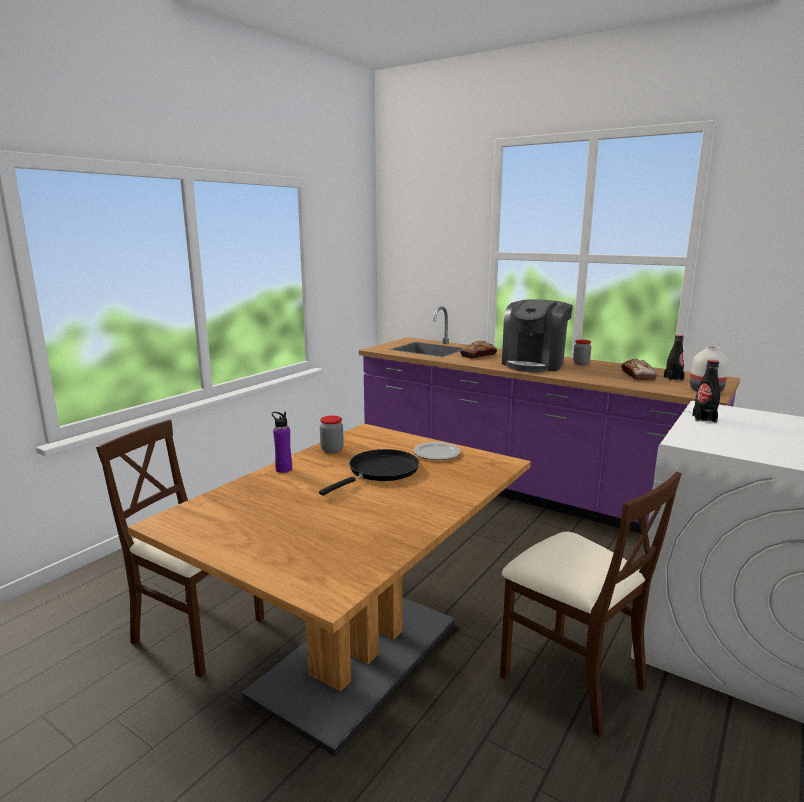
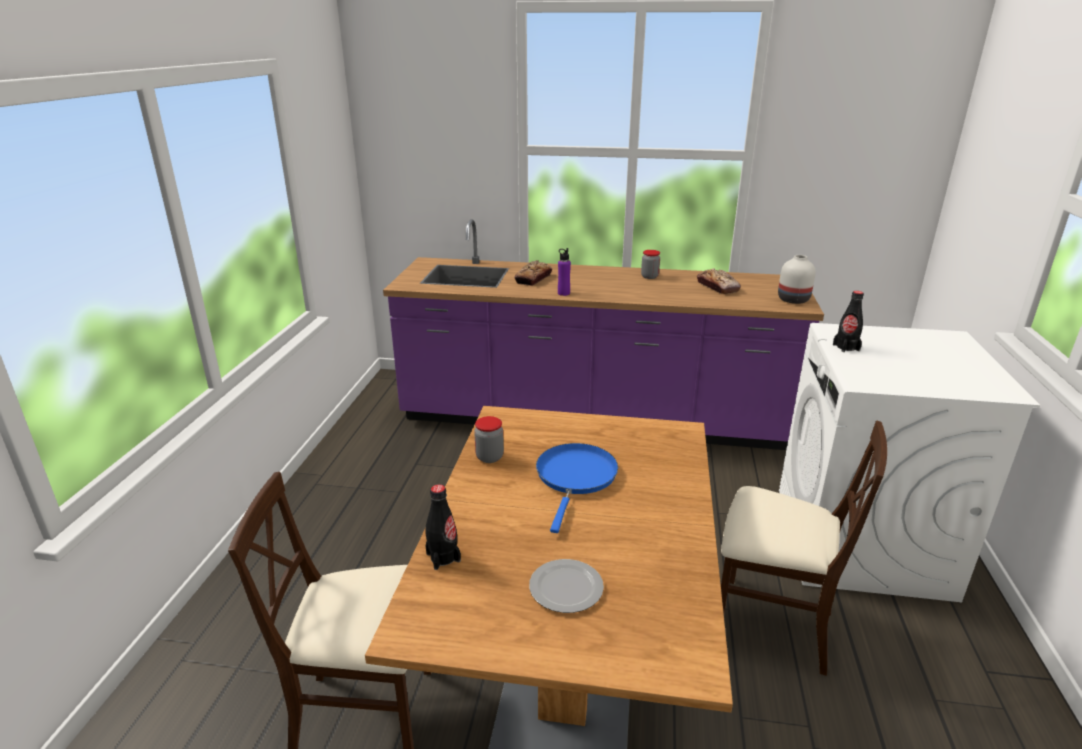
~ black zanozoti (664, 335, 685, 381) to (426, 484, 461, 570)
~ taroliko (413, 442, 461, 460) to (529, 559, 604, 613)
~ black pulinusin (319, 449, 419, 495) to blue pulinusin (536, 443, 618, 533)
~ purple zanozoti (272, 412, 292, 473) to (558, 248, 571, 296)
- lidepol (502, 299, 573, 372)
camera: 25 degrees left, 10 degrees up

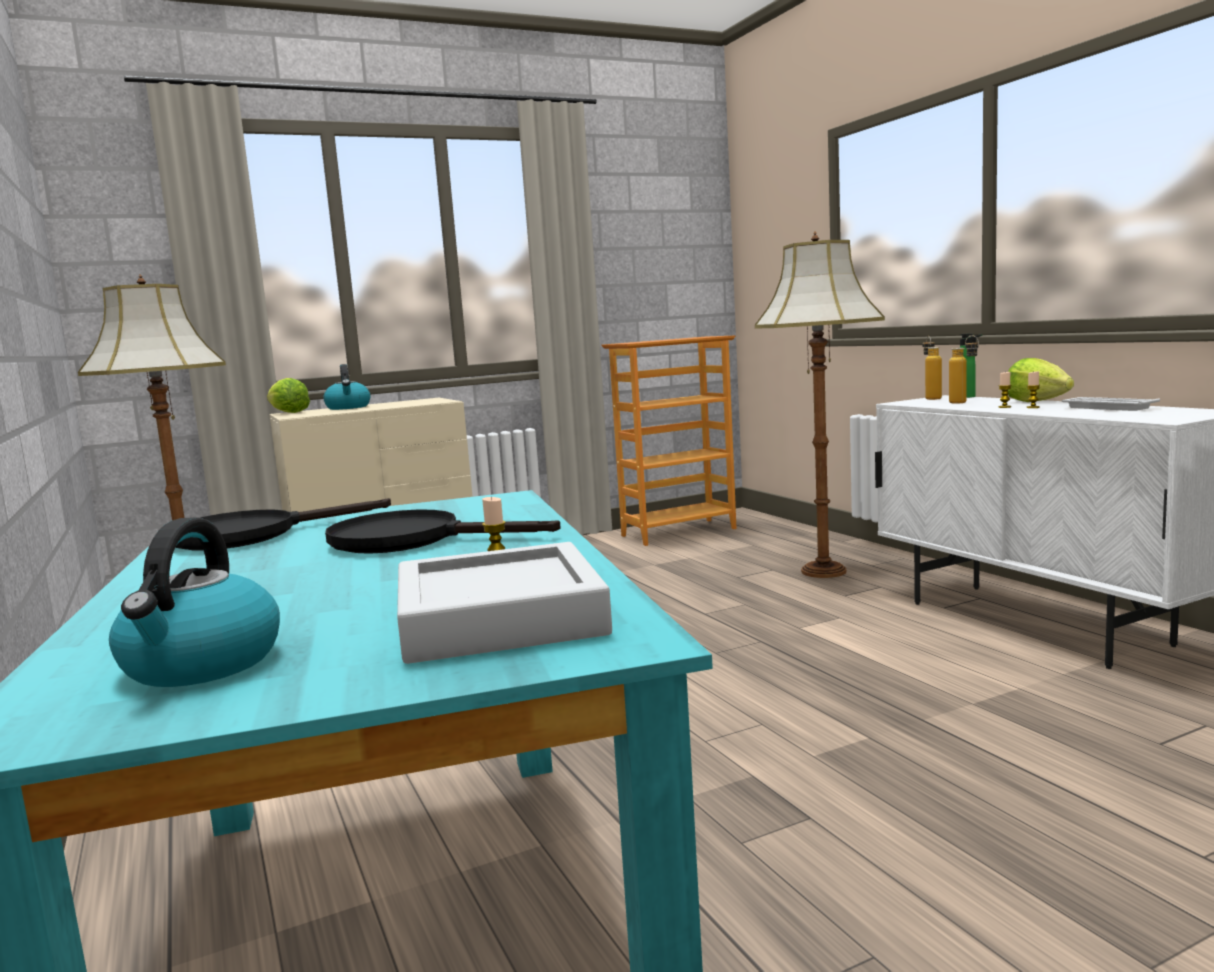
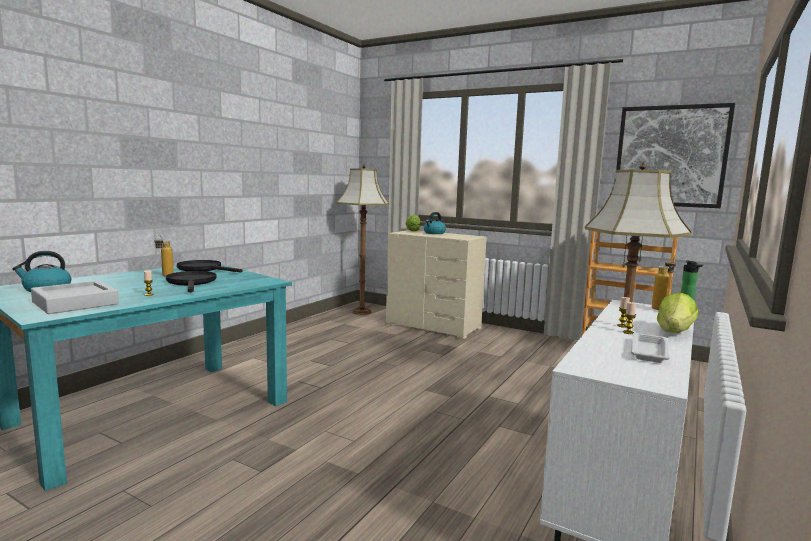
~ zanozoti (949, 336, 979, 404) to (154, 235, 174, 277)
+ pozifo (616, 103, 735, 208)
camera: 55 degrees right, 0 degrees up

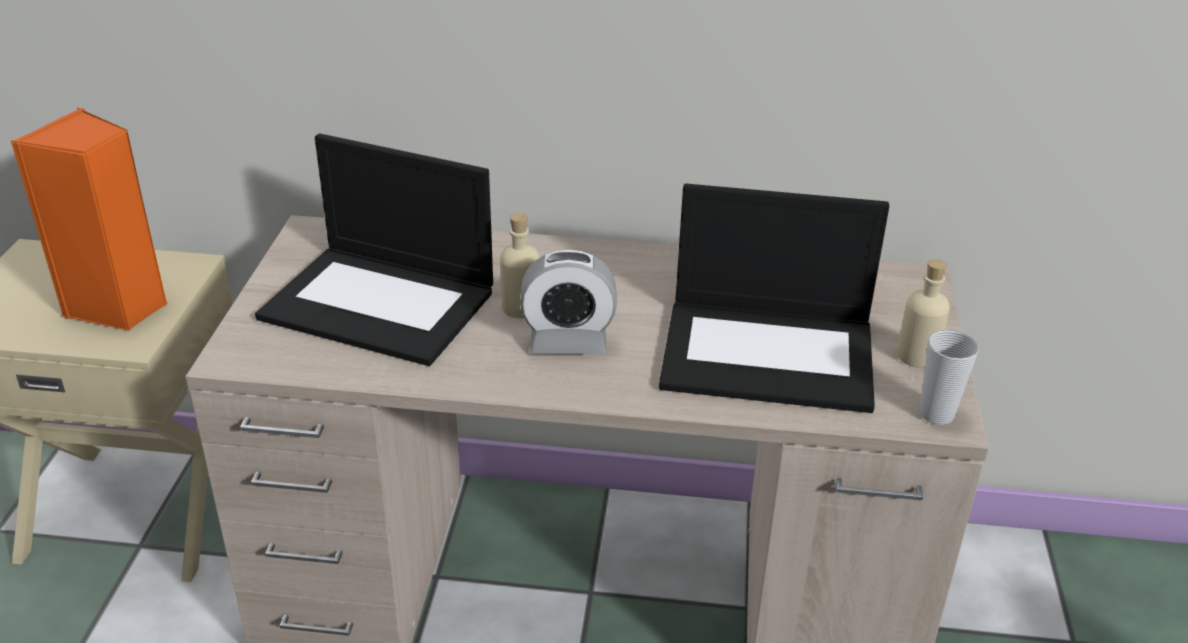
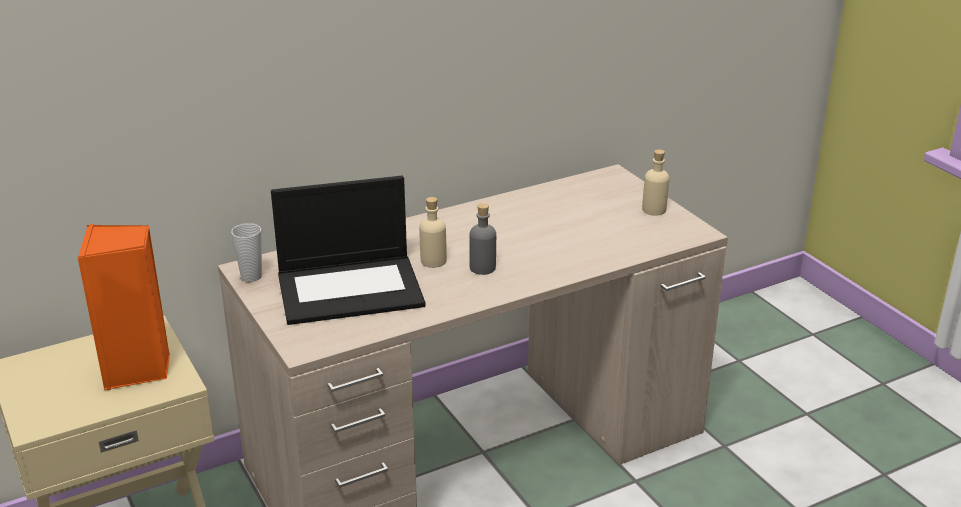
~ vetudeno (920, 330, 979, 425) to (231, 223, 262, 282)
~ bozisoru (520, 250, 617, 355) to grey zanozoti (469, 203, 496, 275)
- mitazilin (659, 184, 889, 413)
camera: 35 degrees left, 5 degrees down

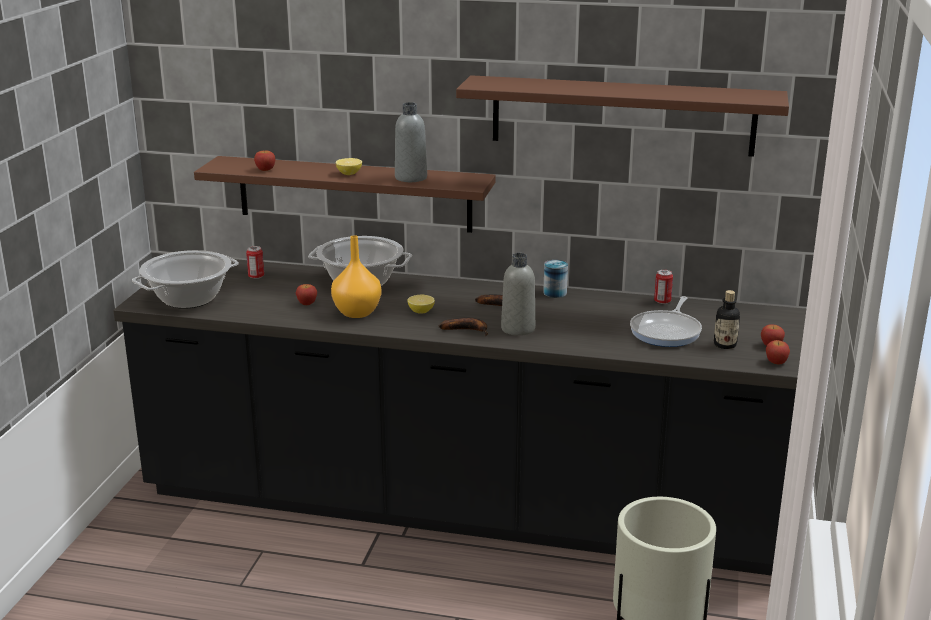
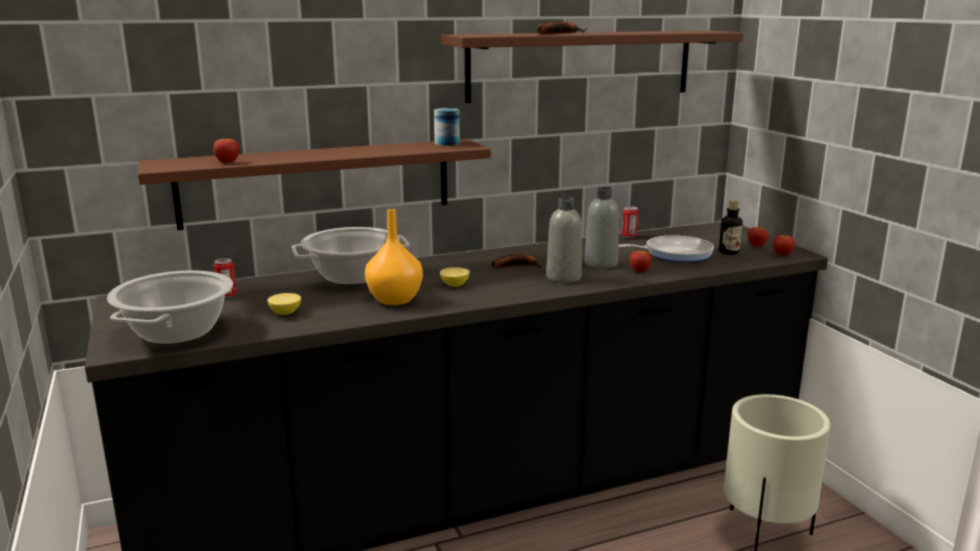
~ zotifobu (336, 158, 362, 175) to (267, 293, 301, 315)
~ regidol (543, 260, 568, 298) to (434, 108, 460, 146)
~ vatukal (439, 318, 488, 336) to (537, 21, 586, 34)
~ grey zanozoti (395, 102, 427, 182) to (585, 187, 619, 268)
~ pulinusin (630, 296, 702, 347) = (619, 235, 714, 262) 90 degrees counterclockwise
~ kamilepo (296, 284, 317, 305) to (629, 250, 652, 272)
camera: 35 degrees left, 5 degrees down

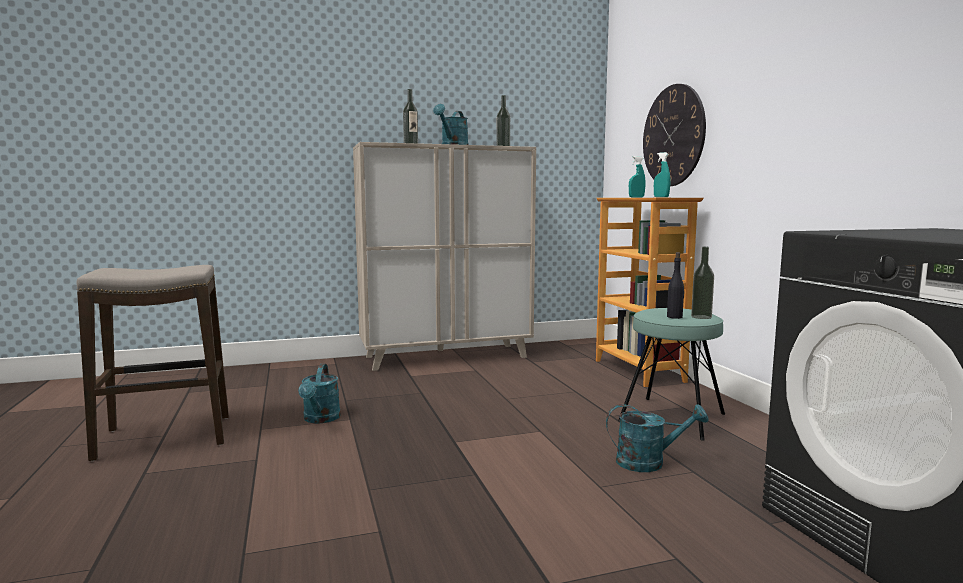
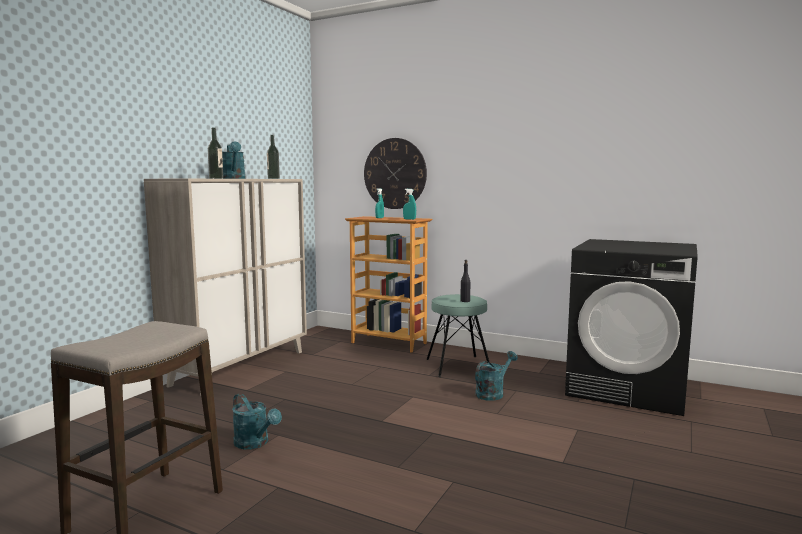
- zanozoti (691, 247, 714, 319)
camera: 45 degrees left, 0 degrees up

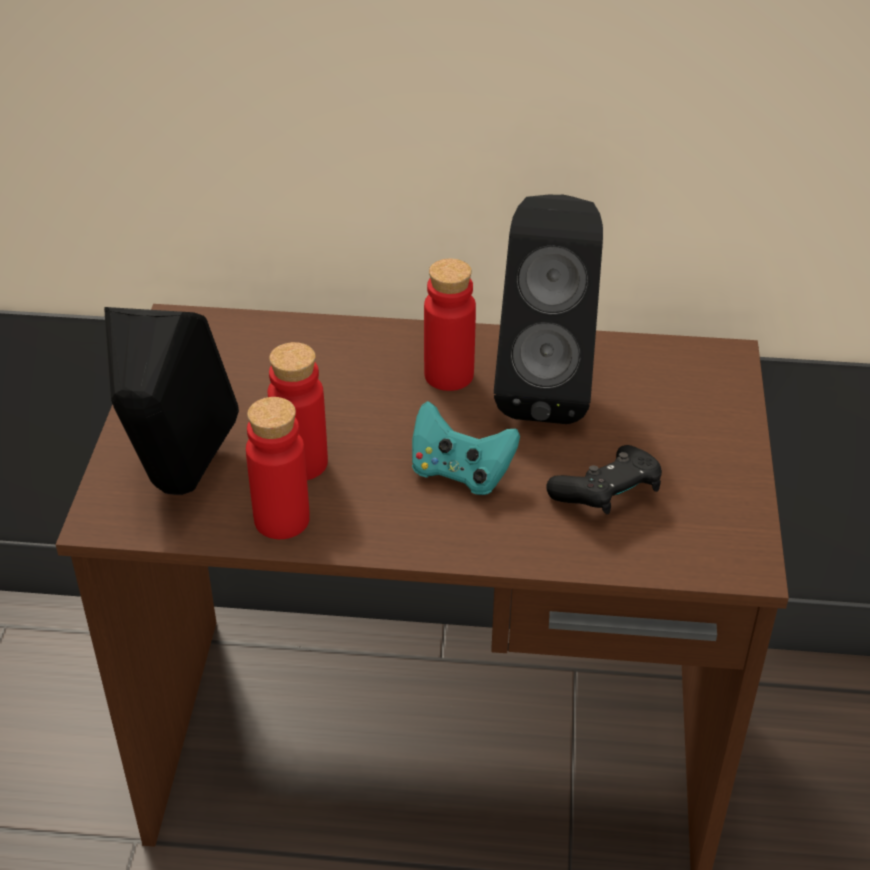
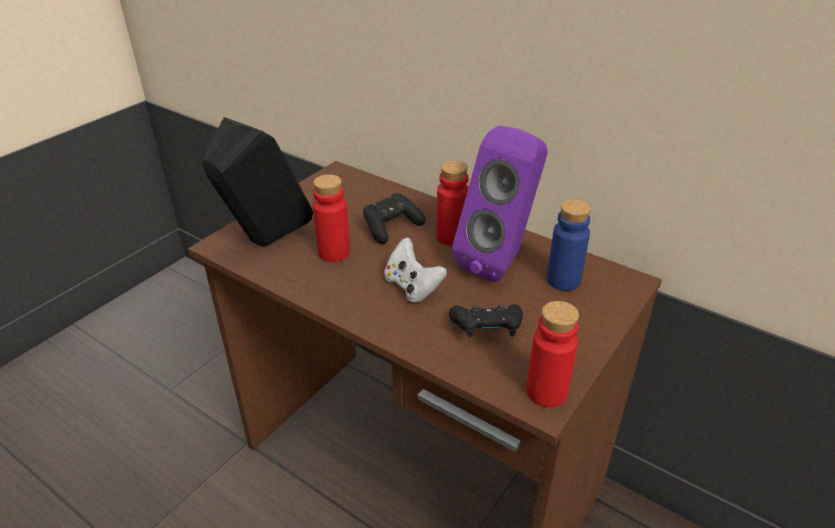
+ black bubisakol (363, 193, 426, 244)
~ turquoise bubisakol (412, 401, 520, 495) to white bubisakol (384, 237, 447, 303)
~ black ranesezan (494, 195, 603, 424) to purple ranesezan (452, 125, 548, 282)
~ red zanozoti (246, 397, 310, 539) to (526, 301, 579, 407)
+ blue zanozoti (547, 199, 591, 291)
camera: 30 degrees right, 5 degrees down

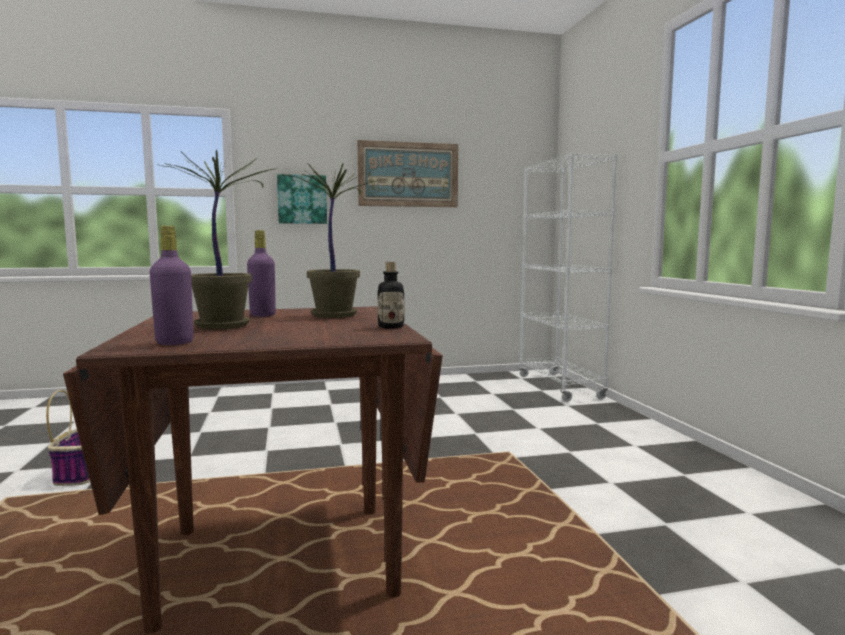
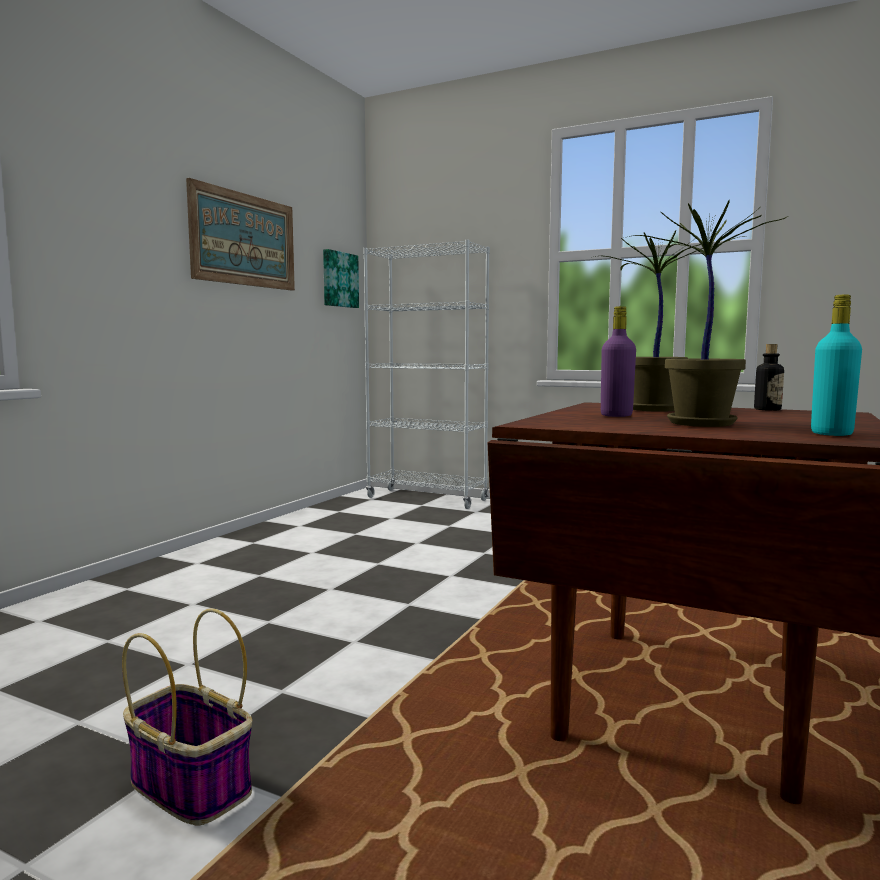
~ pozifo (277, 174, 327, 224) to (323, 249, 359, 308)
~ purple zanozoti (150, 226, 194, 345) to turquoise zanozoti (811, 295, 862, 436)
camera: 50 degrees left, 0 degrees up

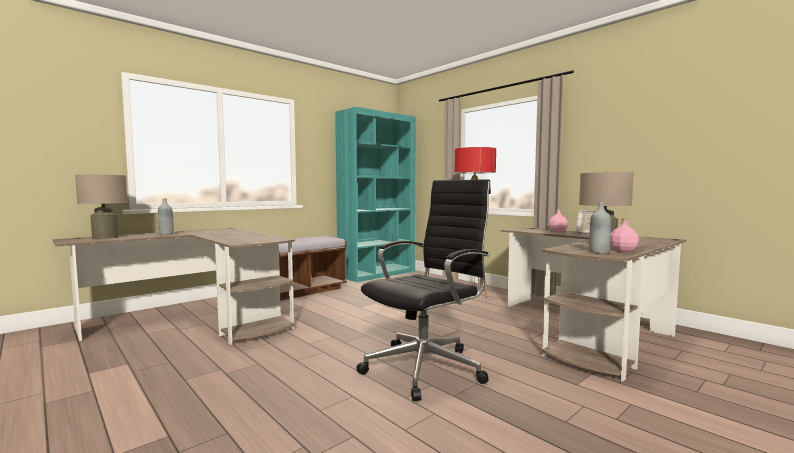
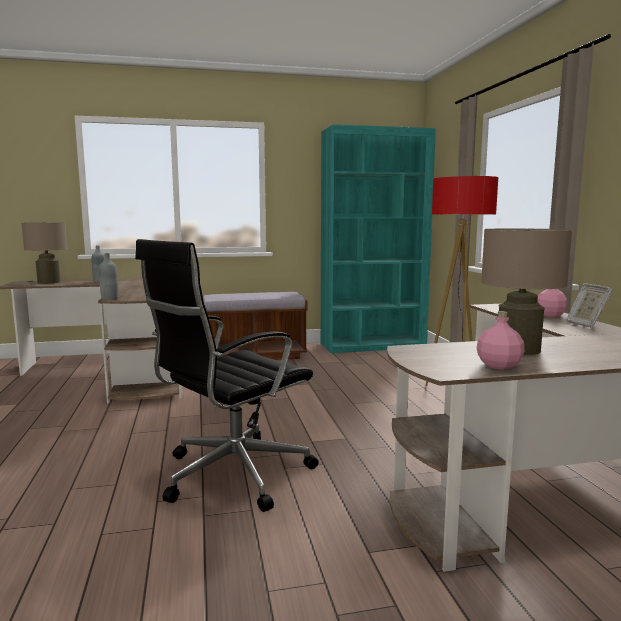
~ grey zanozoti (589, 202, 611, 254) to (99, 253, 119, 300)
~ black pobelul (356, 179, 491, 401) = (135, 239, 319, 512) 150 degrees clockwise
camera: 30 degrees right, 5 degrees up

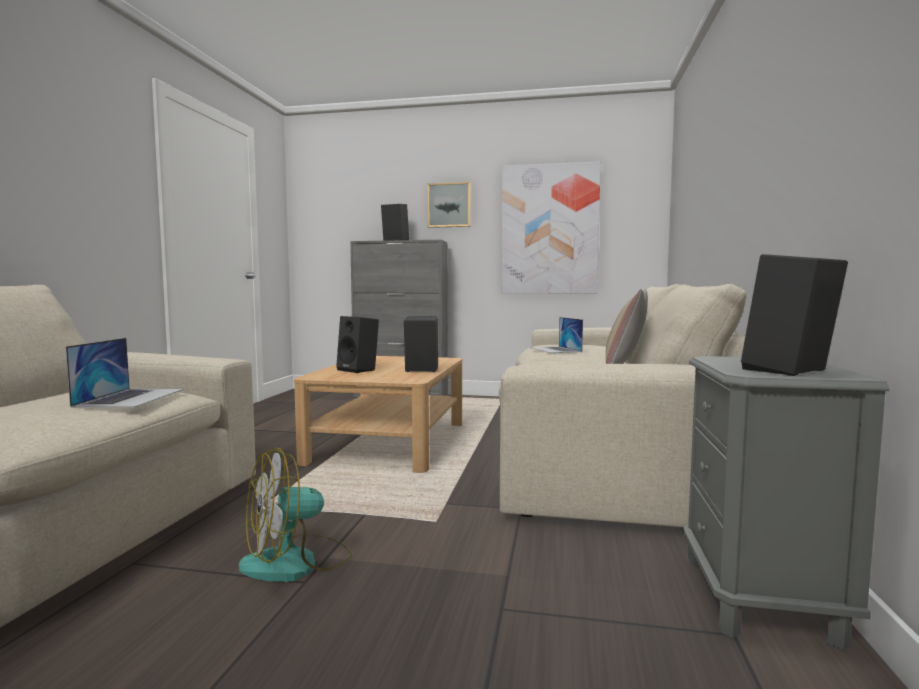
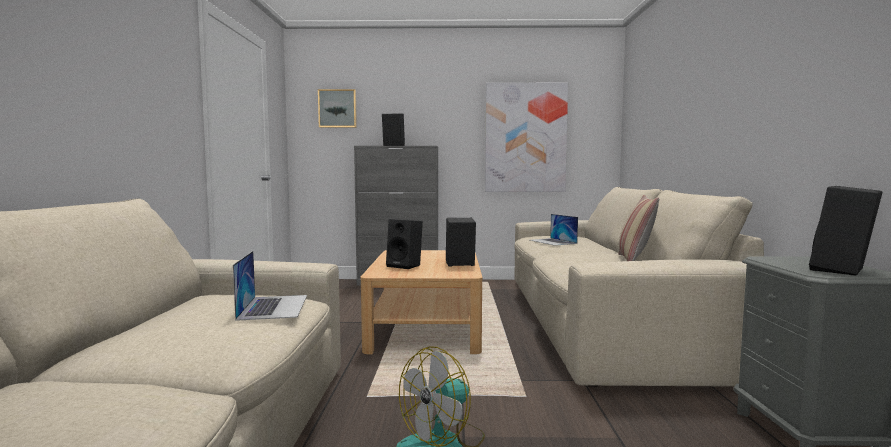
~ pozifo (428, 182, 471, 228) to (318, 89, 357, 128)
camera: 10 degrees left, 0 degrees up

